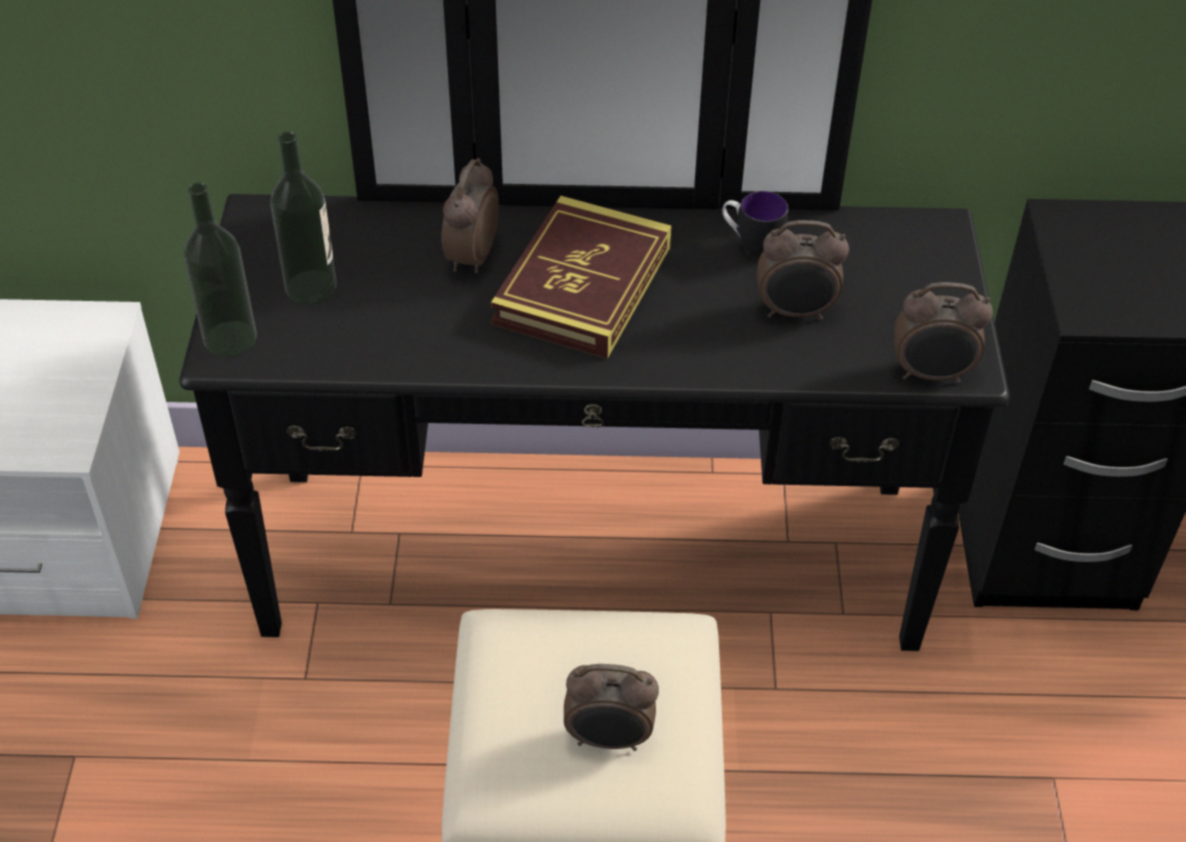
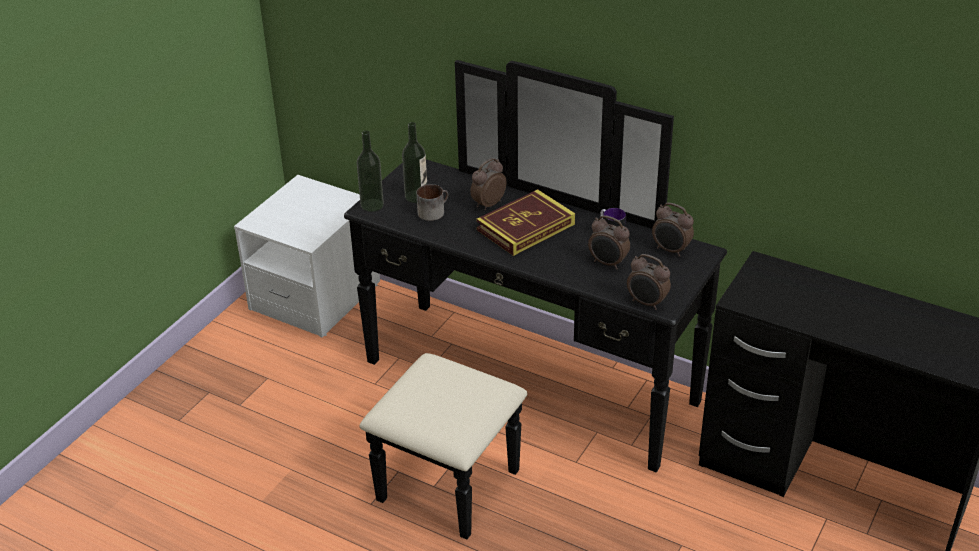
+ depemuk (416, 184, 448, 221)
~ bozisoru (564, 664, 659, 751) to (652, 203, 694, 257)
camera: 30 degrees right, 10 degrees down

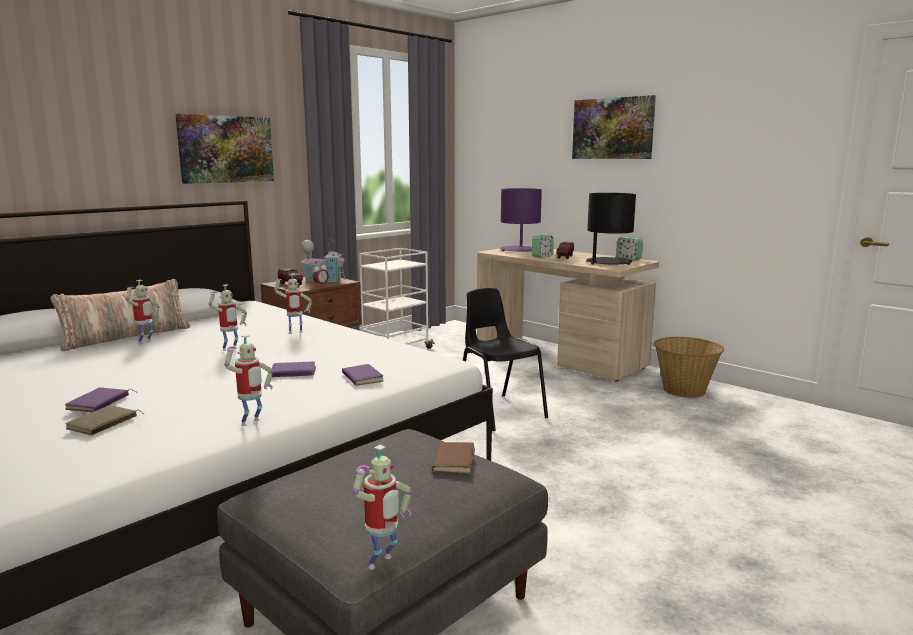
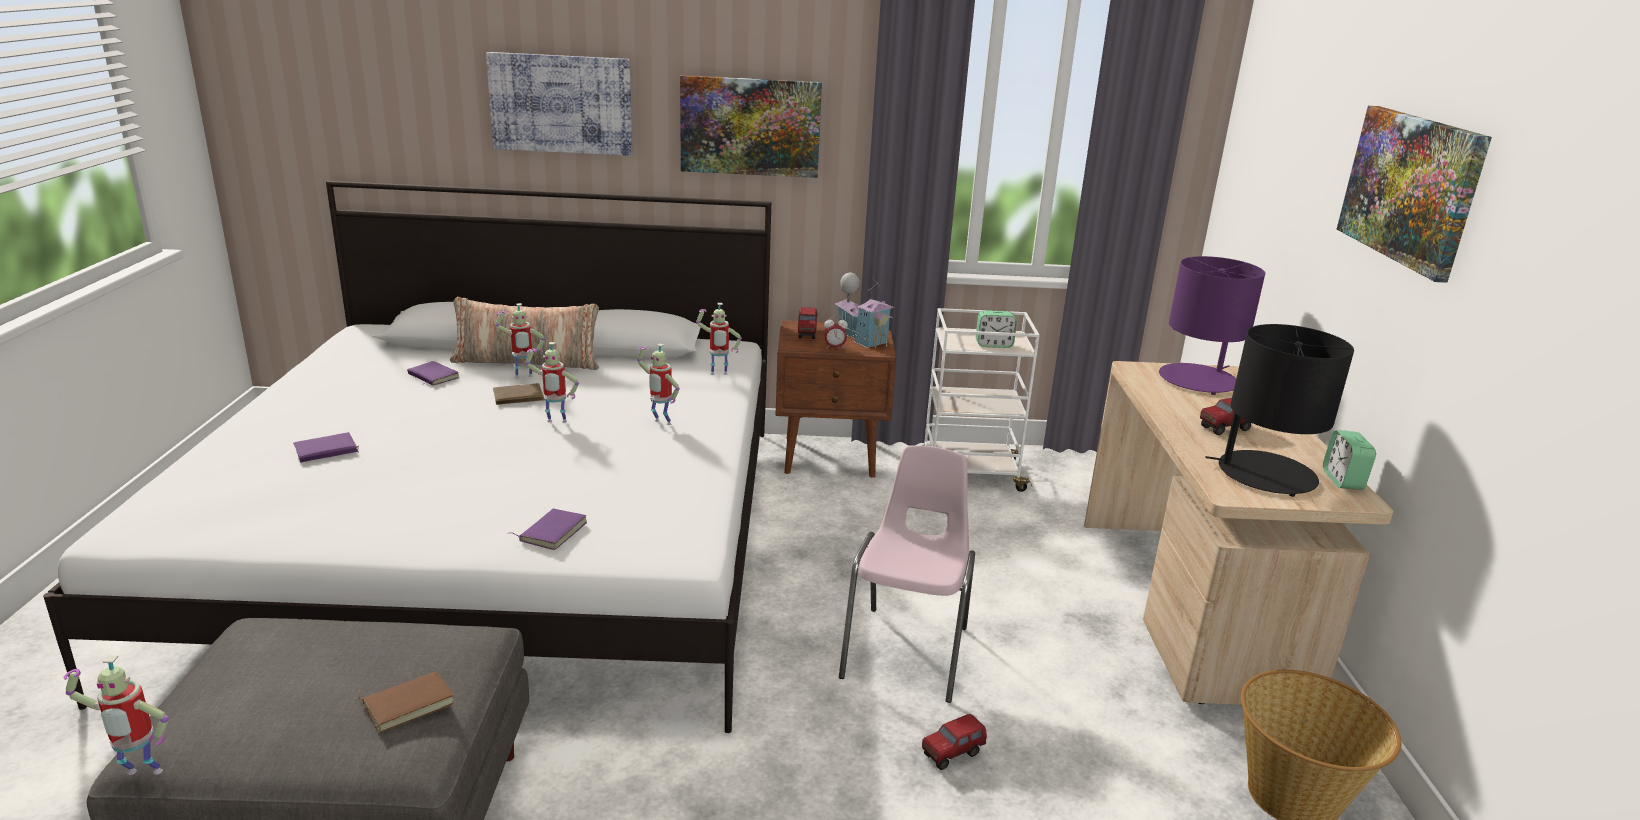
~ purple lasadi (272, 361, 316, 377) to (407, 361, 460, 386)
+ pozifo (486, 52, 632, 156)
~ brown lasadi (65, 405, 144, 435) to (493, 383, 544, 405)
~ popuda (224, 335, 273, 426) to (696, 303, 742, 375)
~ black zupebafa (463, 288, 548, 431) to pink zupebafa (839, 445, 975, 703)
+ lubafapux (922, 714, 987, 770)
~ bozisoru (532, 235, 554, 258) to (976, 310, 1017, 348)
camera: 45 degrees right, 10 degrees up

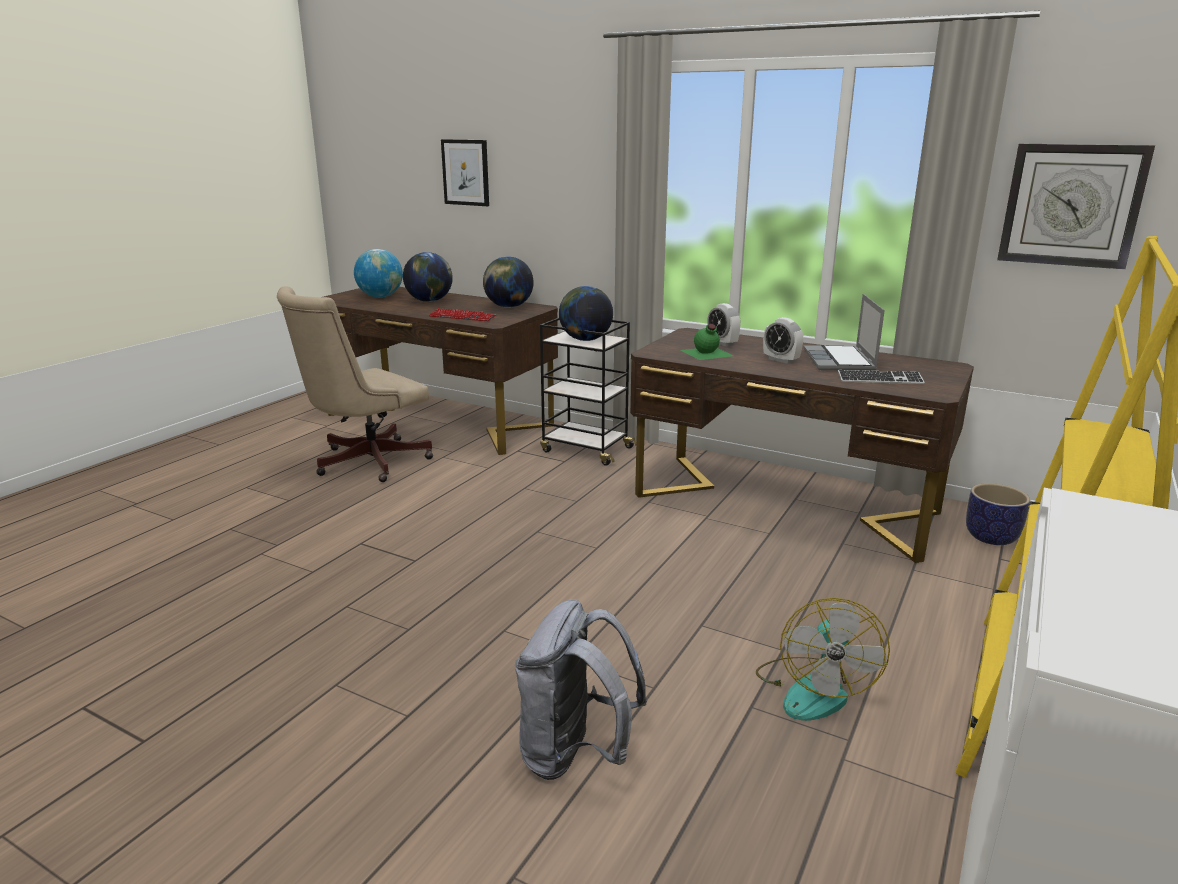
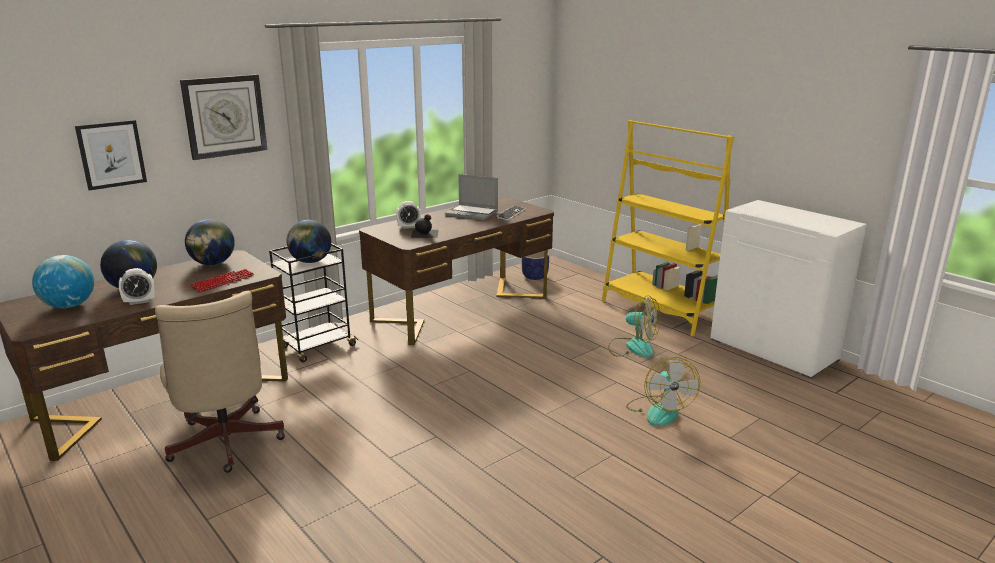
~ bozisoru (763, 317, 803, 364) to (119, 268, 155, 305)
~ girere (997, 144, 1155, 270) to (180, 74, 268, 160)
~ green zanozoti (681, 324, 733, 360) to black zanozoti (411, 214, 438, 238)
~ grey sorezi (515, 599, 647, 780) to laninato (626, 357, 700, 426)
camera: 70 degrees left, 0 degrees up

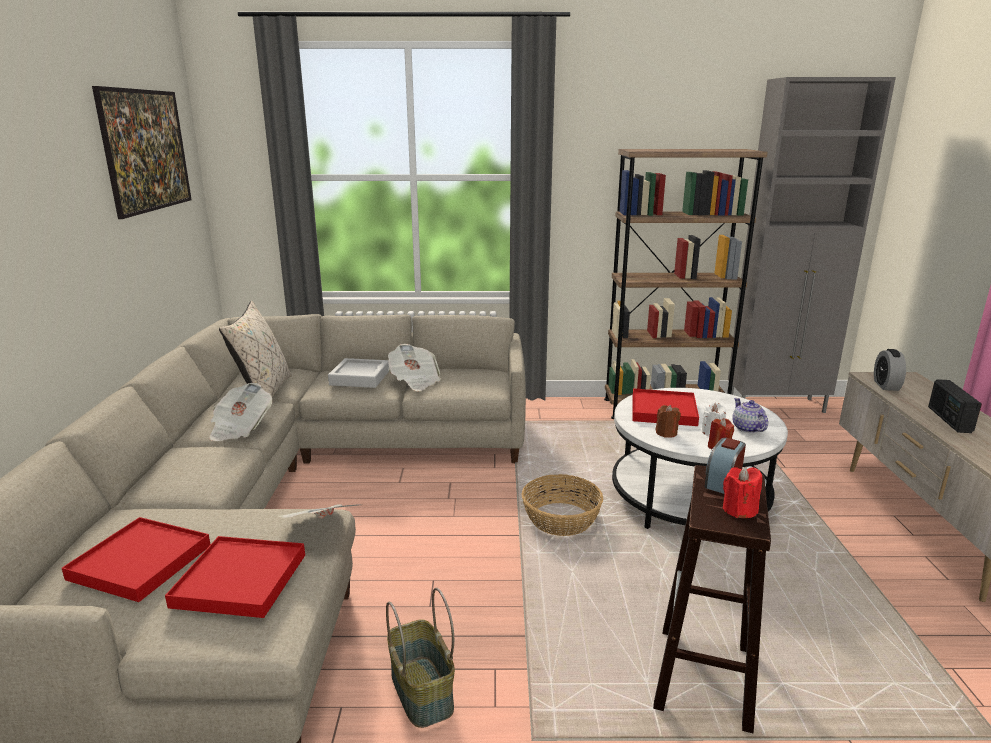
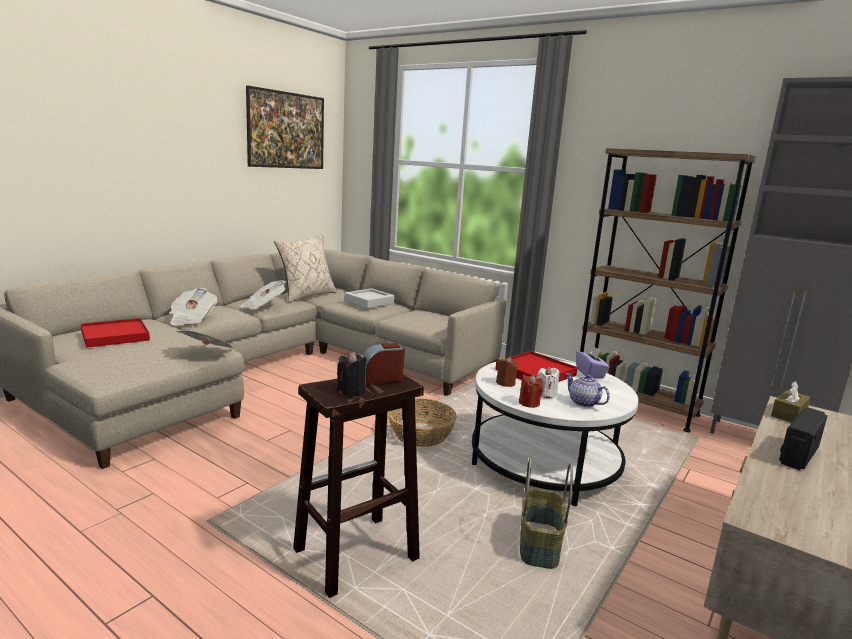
~ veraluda (388, 344, 441, 391) to (169, 288, 218, 326)
~ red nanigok (723, 467, 762, 518) to black nanigok (337, 352, 367, 396)
~ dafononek (386, 588, 455, 728) to (520, 458, 573, 569)
~ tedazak (732, 398, 768, 433) = (566, 373, 610, 407) 60 degrees counterclockwise
+ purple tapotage (576, 347, 610, 378)
~ bozisoru (874, 349, 906, 391) to brown tapotage (771, 381, 811, 423)
- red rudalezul (165, 536, 305, 618)
camera: 35 degrees right, 5 degrees down

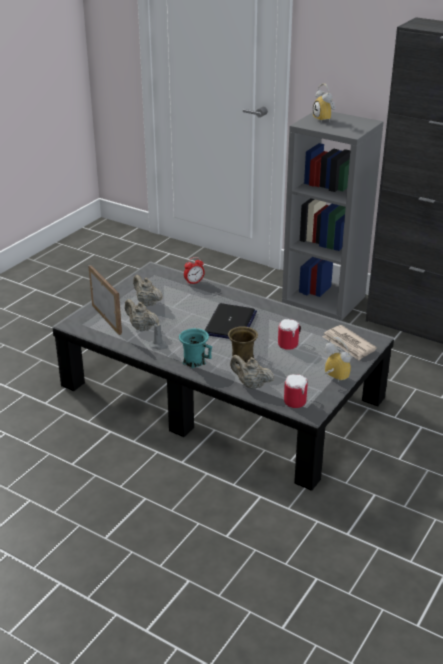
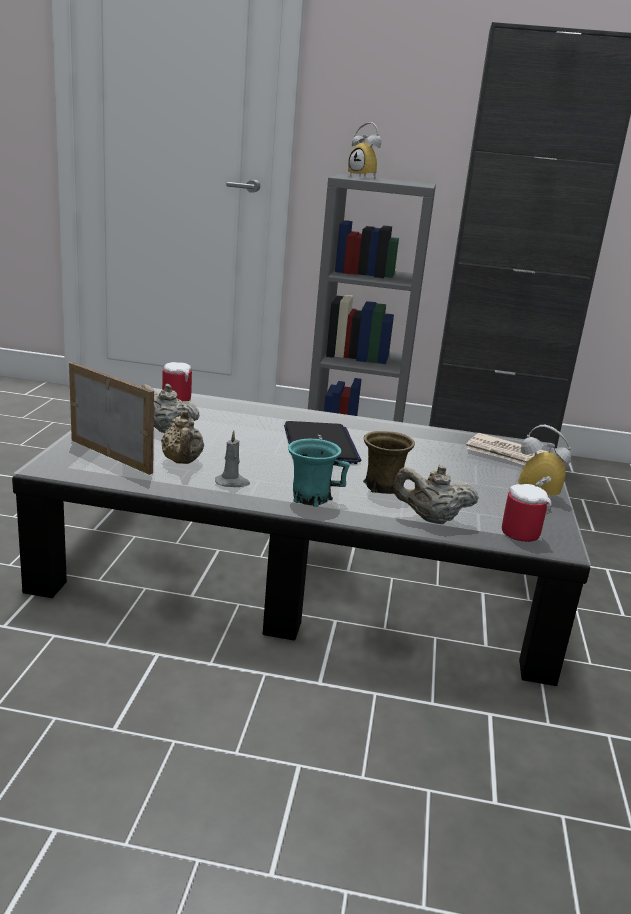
~ beige tedazak (125, 299, 159, 332) = (161, 410, 204, 464) 120 degrees counterclockwise
~ depemuk (278, 319, 301, 350) to (162, 362, 192, 401)
- bozisoru (184, 257, 205, 285)
camera: 25 degrees left, 10 degrees down

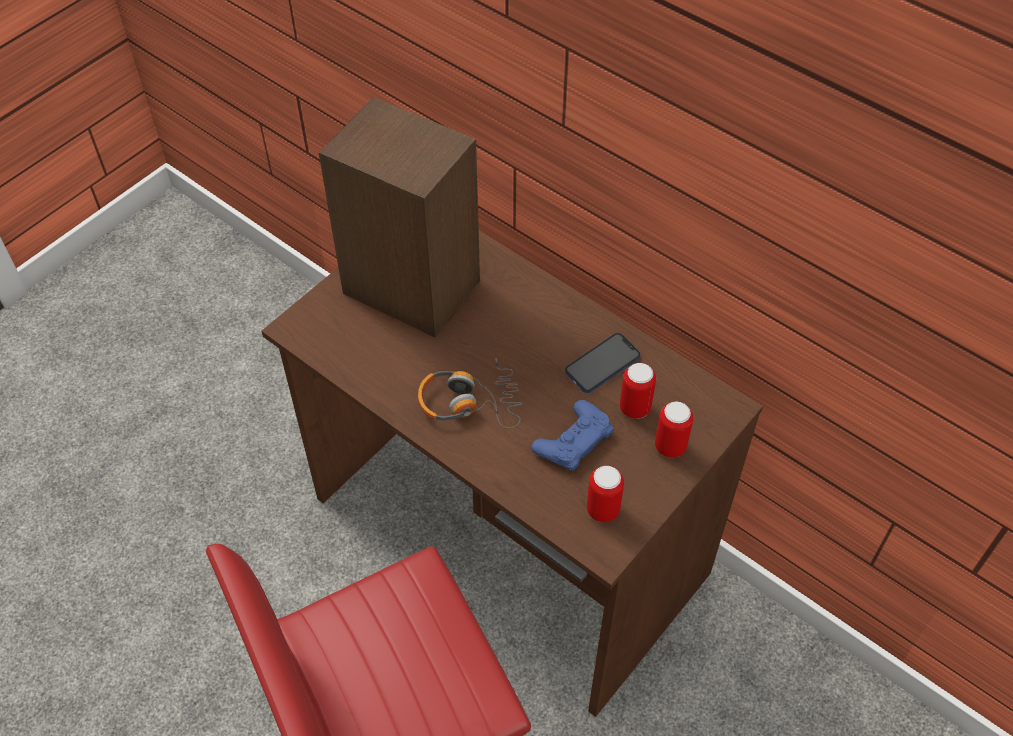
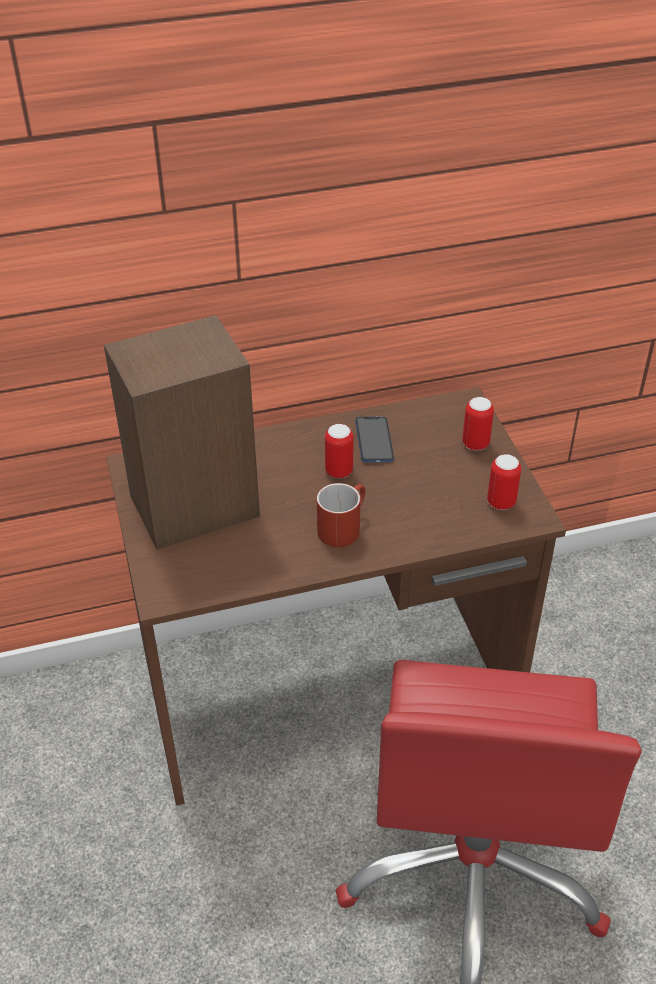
~ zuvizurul (418, 358, 522, 429) to red depemuk (317, 483, 365, 547)
~ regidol (620, 363, 656, 419) to (325, 424, 354, 478)
- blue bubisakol (531, 400, 614, 471)
camera: 55 degrees left, 10 degrees down

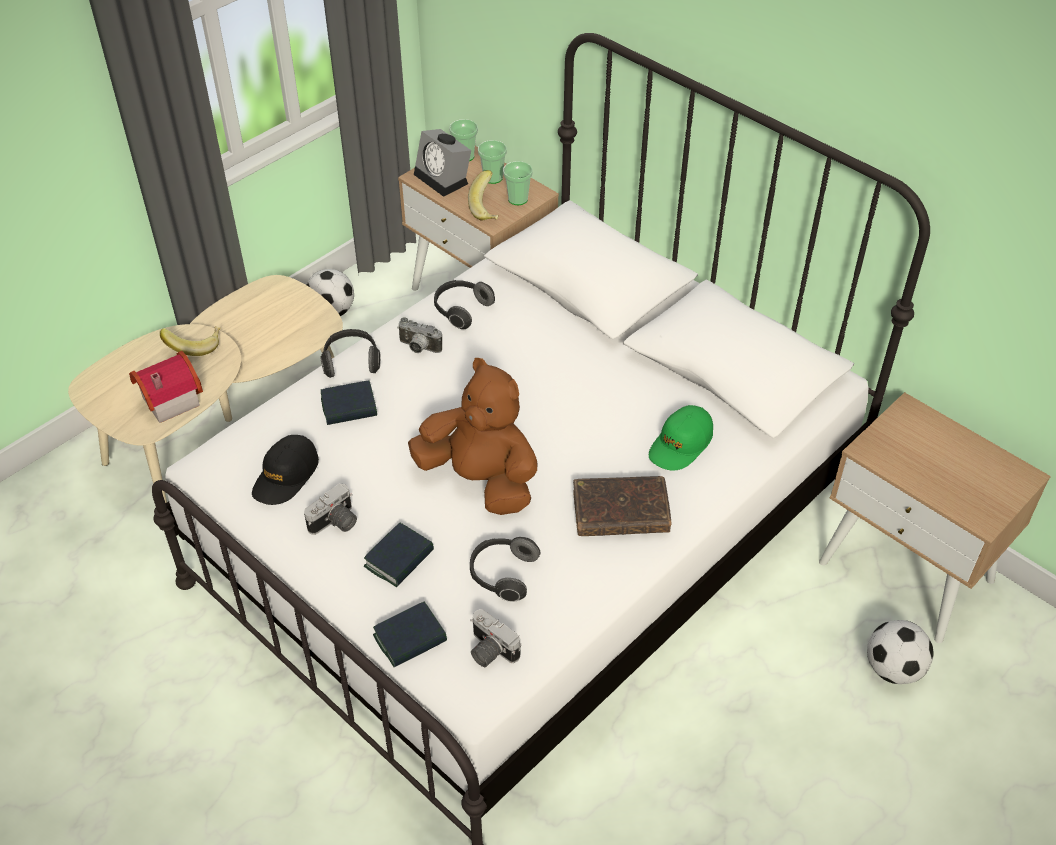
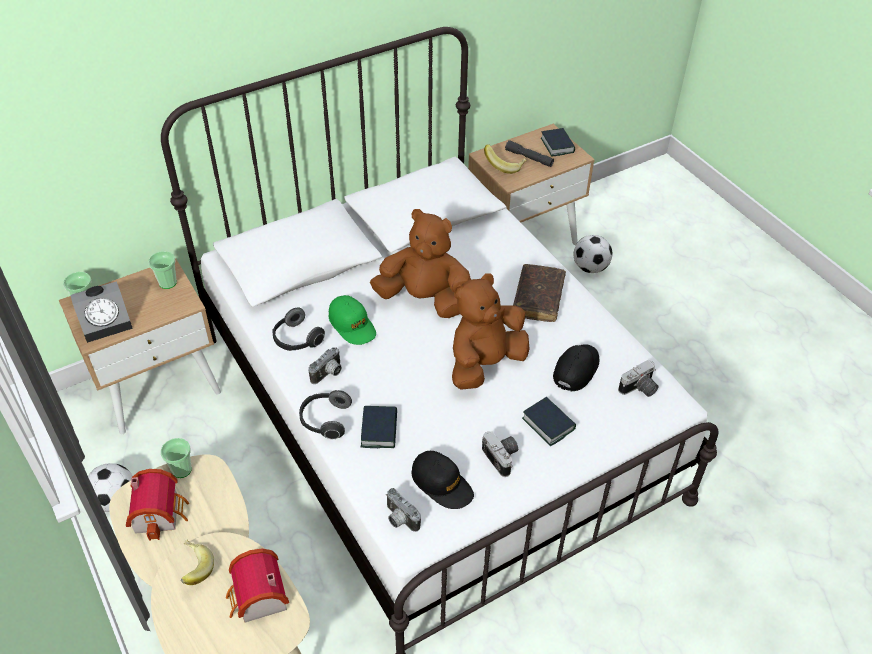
+ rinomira (126, 469, 189, 541)
~ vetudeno (478, 140, 507, 184) to (161, 438, 192, 478)
~ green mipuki (649, 405, 713, 470) to (329, 295, 376, 345)
+ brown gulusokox (370, 209, 471, 318)
+ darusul (386, 488, 421, 532)
~ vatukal (468, 170, 498, 220) to (484, 144, 526, 174)
+ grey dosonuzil (505, 140, 554, 167)
~ lasadi (373, 602, 447, 667) to (541, 128, 575, 157)
~ zuvizurul (470, 537, 540, 602) to black mipuki (553, 344, 599, 391)
camera: 75 degrees left, 0 degrees up

